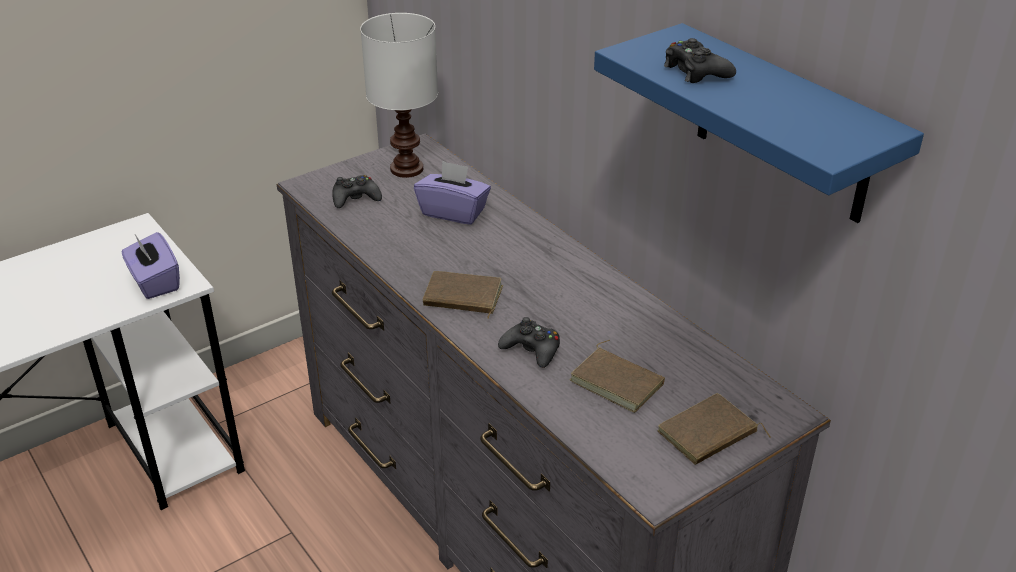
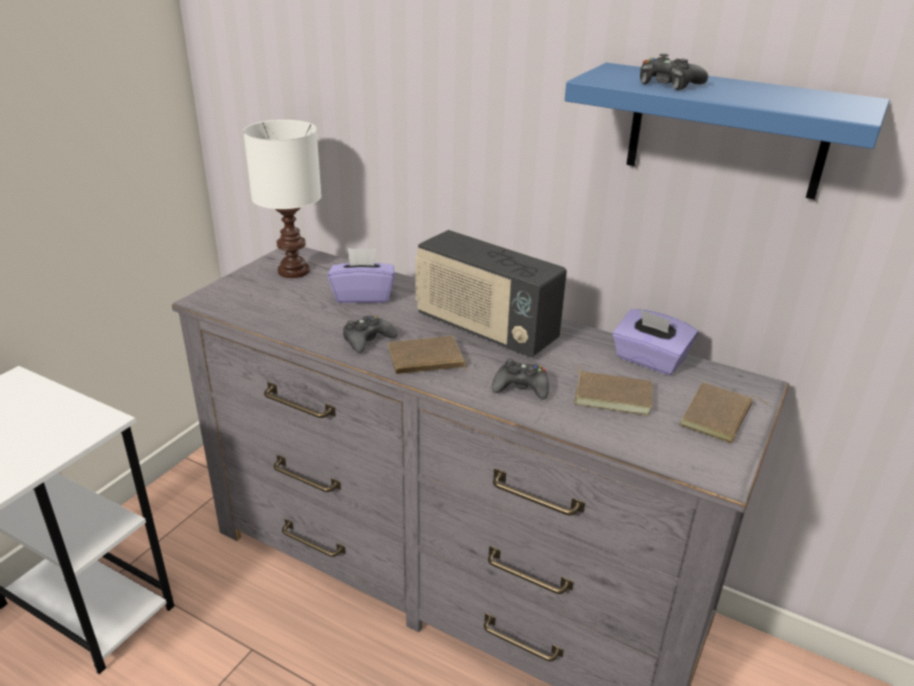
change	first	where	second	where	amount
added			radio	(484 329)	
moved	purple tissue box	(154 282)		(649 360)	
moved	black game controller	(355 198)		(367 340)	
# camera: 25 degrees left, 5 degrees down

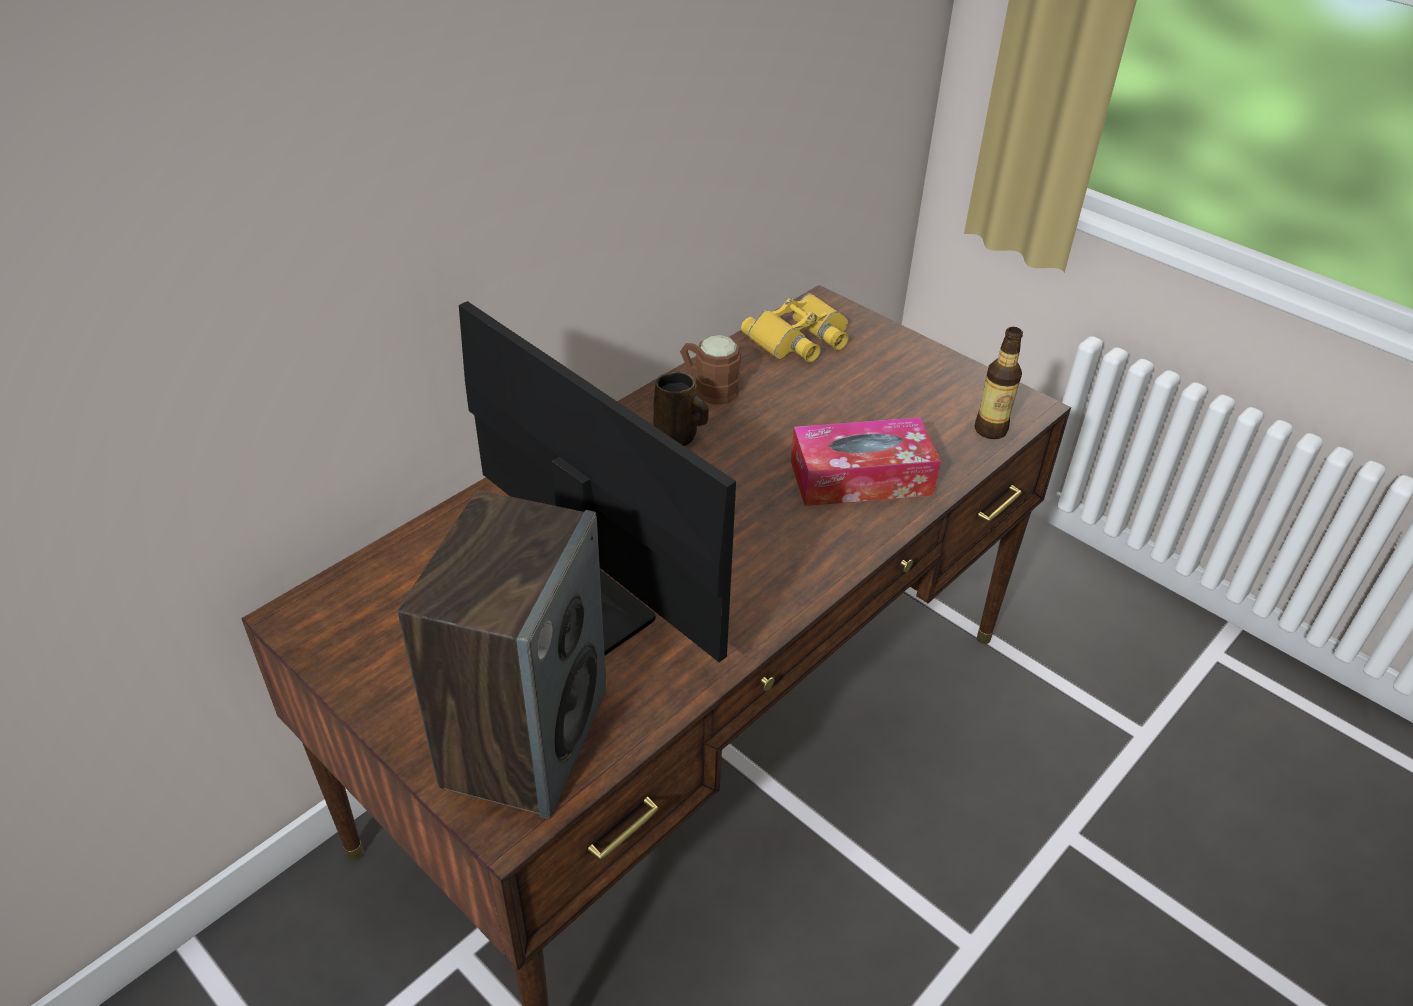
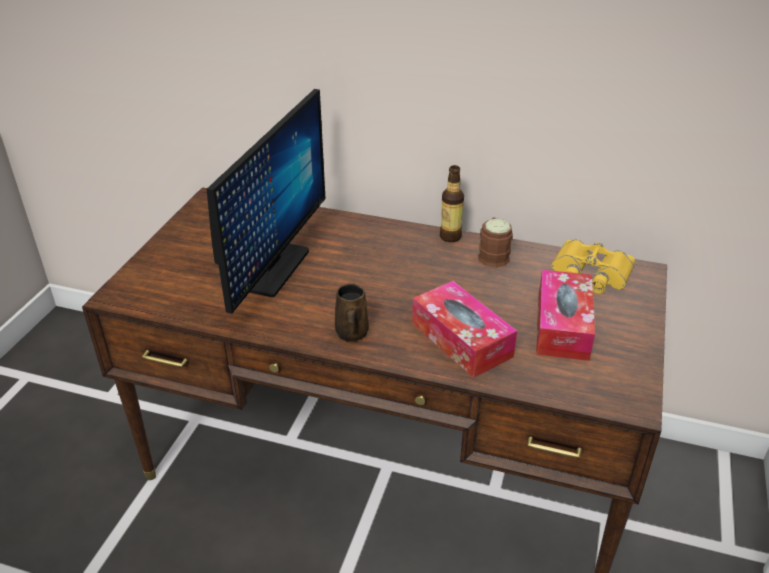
change	first	where	second	where	amount
removed	speaker	(525 737)			
added			tissue box	(562 326)	
moved	brown mug	(678 437)		(351 334)	
moved	bottle	(990 430)		(450 237)	
# camera: 65 degrees right, 5 degrees down

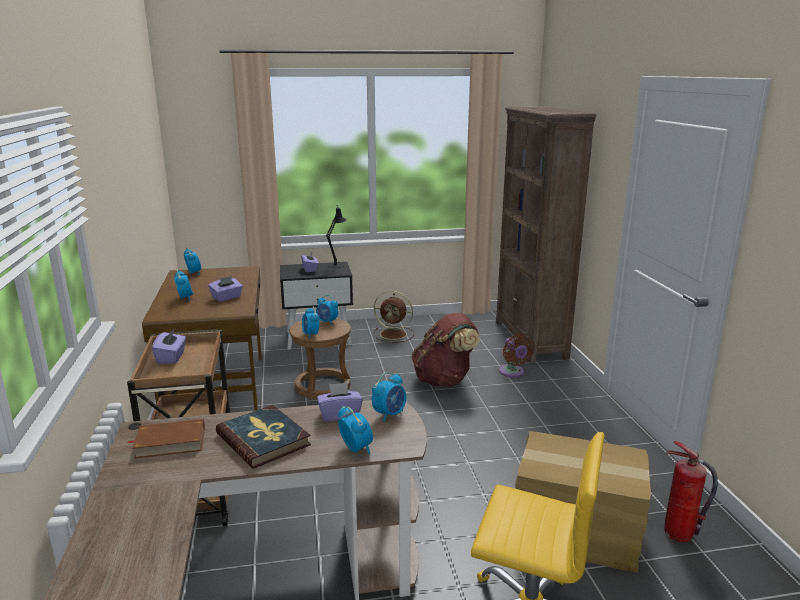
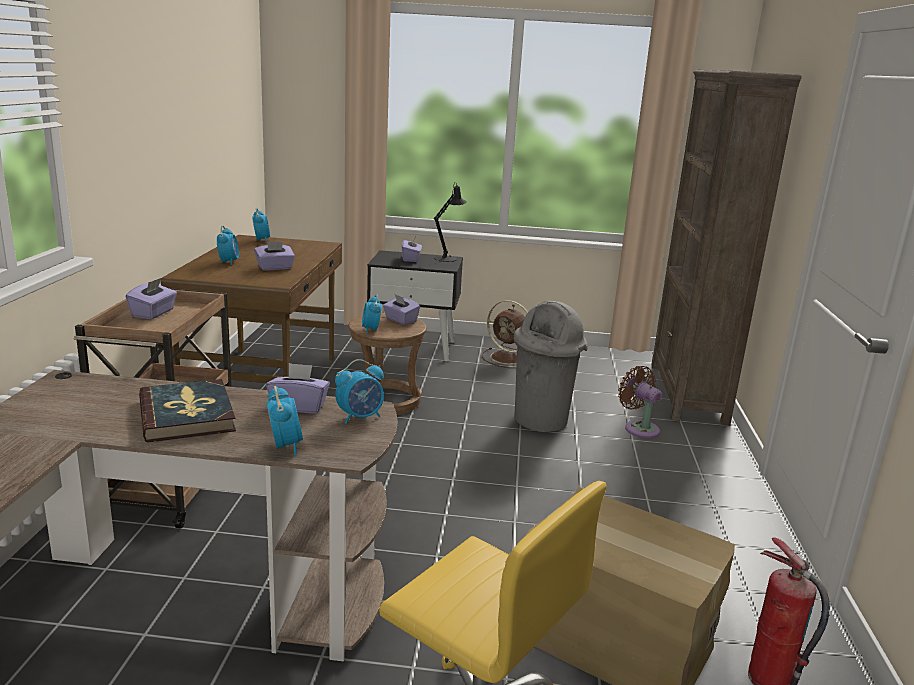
change	first	where	second	where	amount
removed	brown book	(170 442)			
replaced	alarm clock	(327 322)	purple tissue box	(400 320)	
replaced	brown backpack	(444 380)	grey trash can	(541 421)	
turned	brown fan	(512 373)		(639 428)	150 degrees clockwise
# camera: 15 degrees right, 0 degrees up

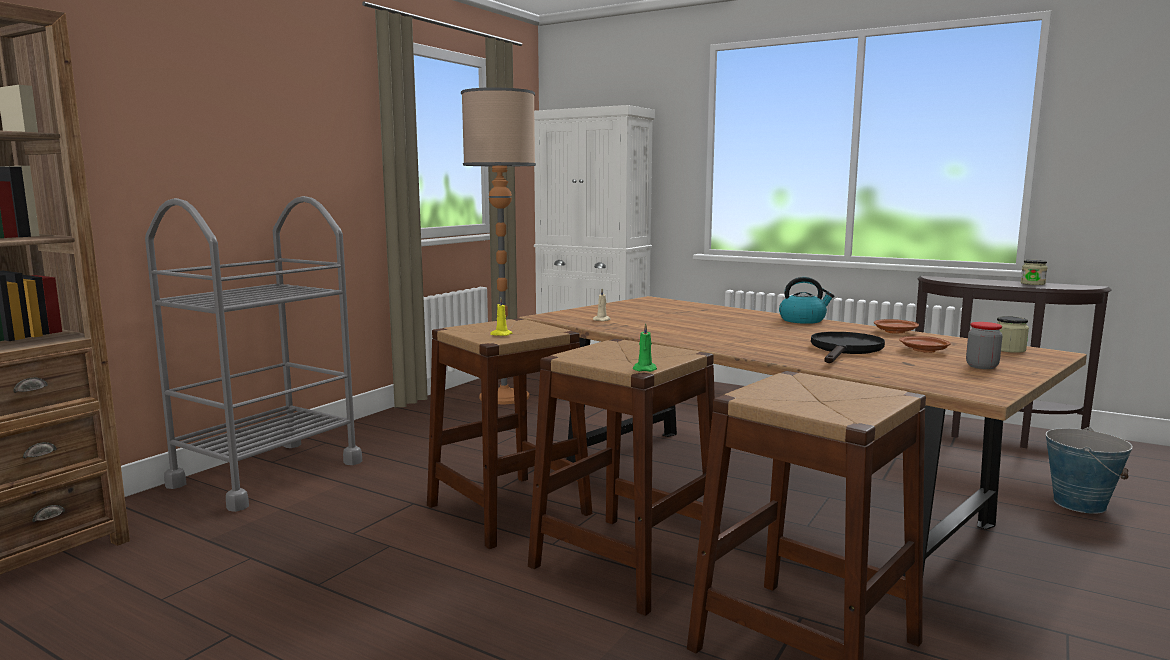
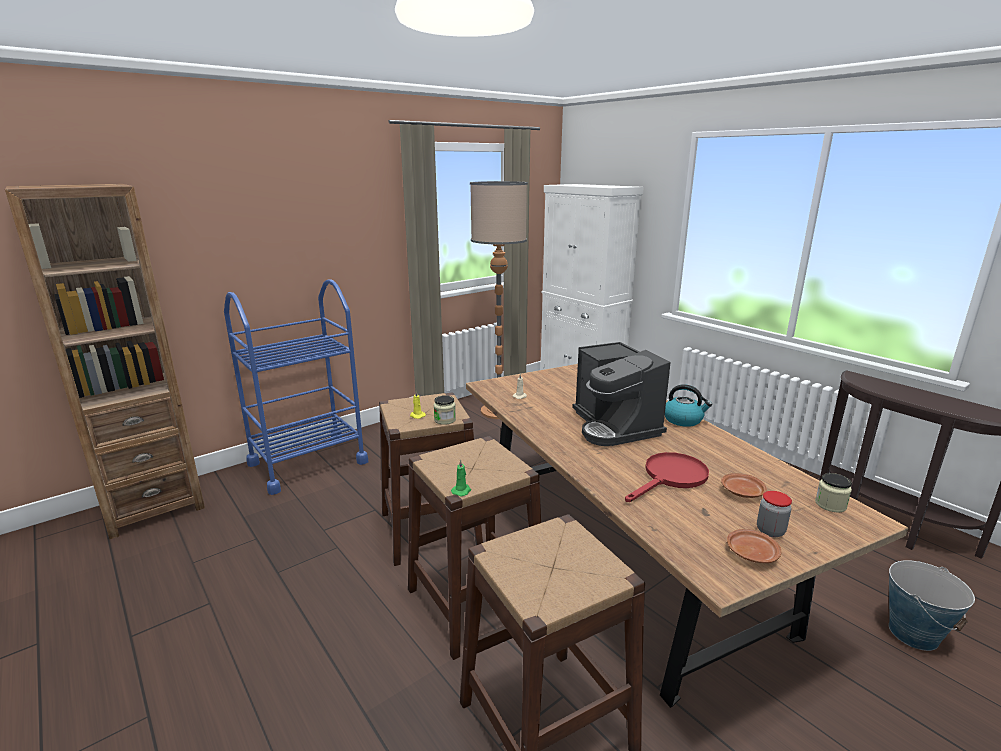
change	first	where	second	where	amount
added			coffee machine	(615 426)	
moved	brown plate	(895 332)		(751 553)	
moved	jar	(1032 283)		(445 420)	
recoloured	grey cart	(267 473)	blue cart	(308 463)	
recoloured	black frying pan	(845 350)	red frying pan	(671 478)	
# camera: 20 degrees right, 10 degrees up

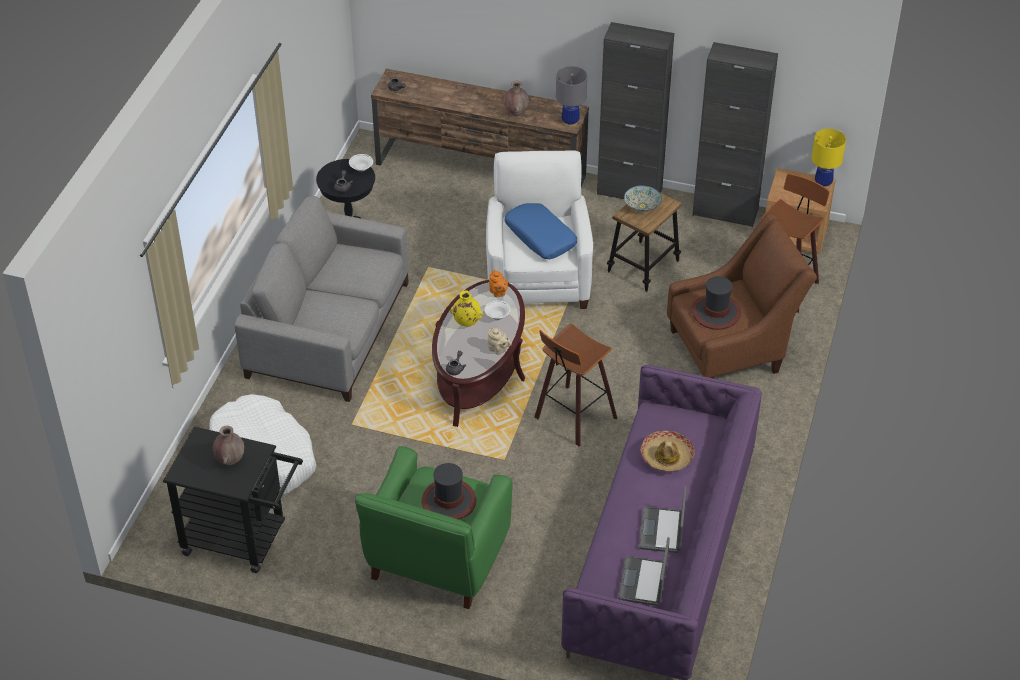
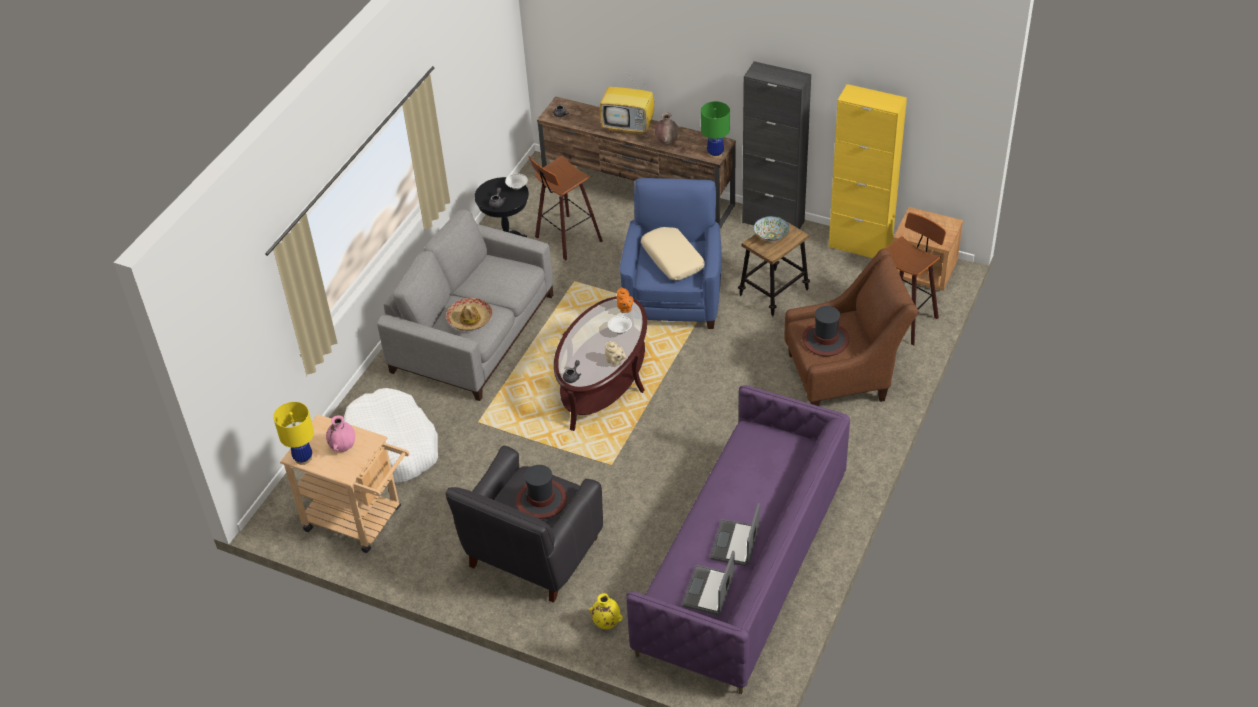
change	first	where	second	where	amount
added			television	(629 127)	
moved	yellow vase	(466 323)		(606 623)	
moved	stool	(573 418)		(566 239)	
moved	hat	(666 456)		(469 319)	
moved	yellow table lamp	(823 184)		(303 458)	
recoloured	black cart	(243 539)	beige cart	(360 521)	
recoloured	brown vase	(230 460)	pink vase	(343 447)	
recoloured	green armchair	(436 560)	black armchair	(531 554)	
recoloured	white armchair	(538 278)	blue armchair	(673 297)	
recoloured	blue pillow	(541 236)	beige pillow	(673 259)	
recoloured	grey table lamp	(570 122)	green table lamp	(715 154)	
recoloured	black cabinet	(725 212)	yellow cabinet	(860 246)	
# camera: 10 degrees right, 0 degrees up

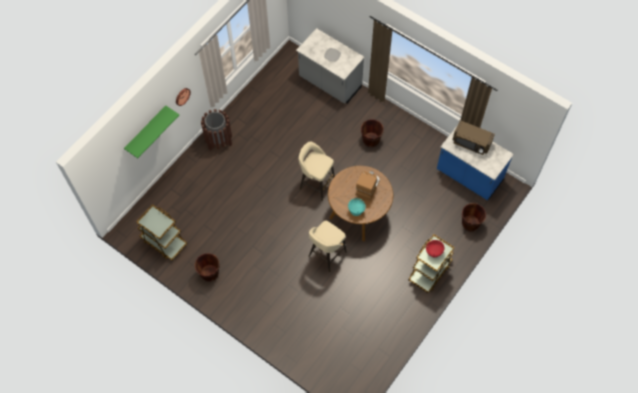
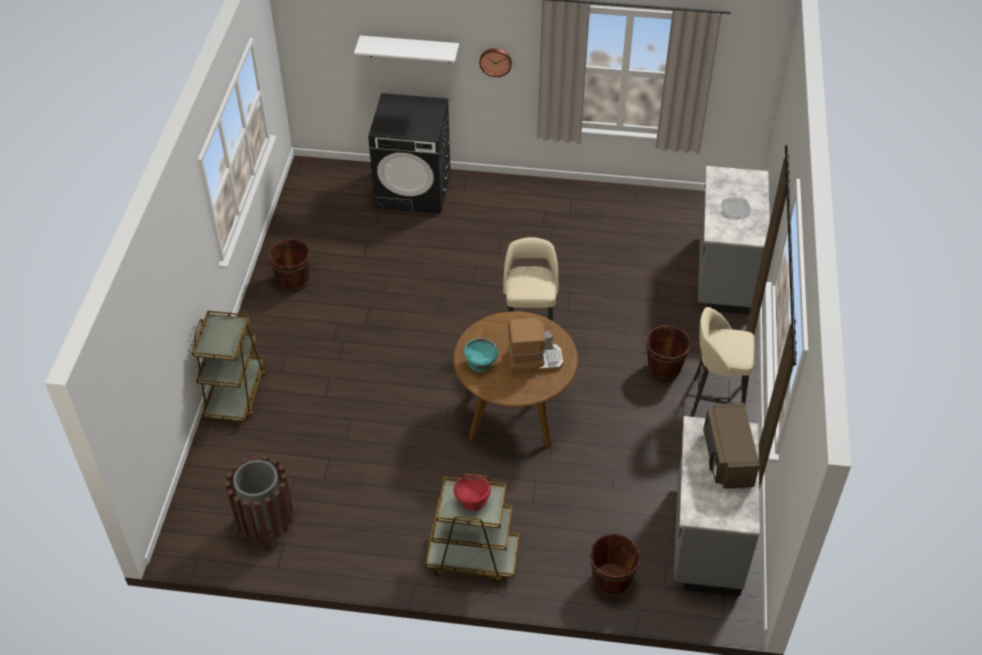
change	first	where	second	where	amount
added			black washing machine	(413 189)	
moved	brown cart	(164 242)		(235 393)	
moved	brown trash can	(219 141)		(266 526)	
moved	beige stool	(326 255)		(715 400)	
recoloured	green shelf	(146 130)	white shelf	(409 49)	
recoloured	blue counter	(468 176)	grey counter	(705 537)	
# camera: 60 degrees right, 15 degrees down

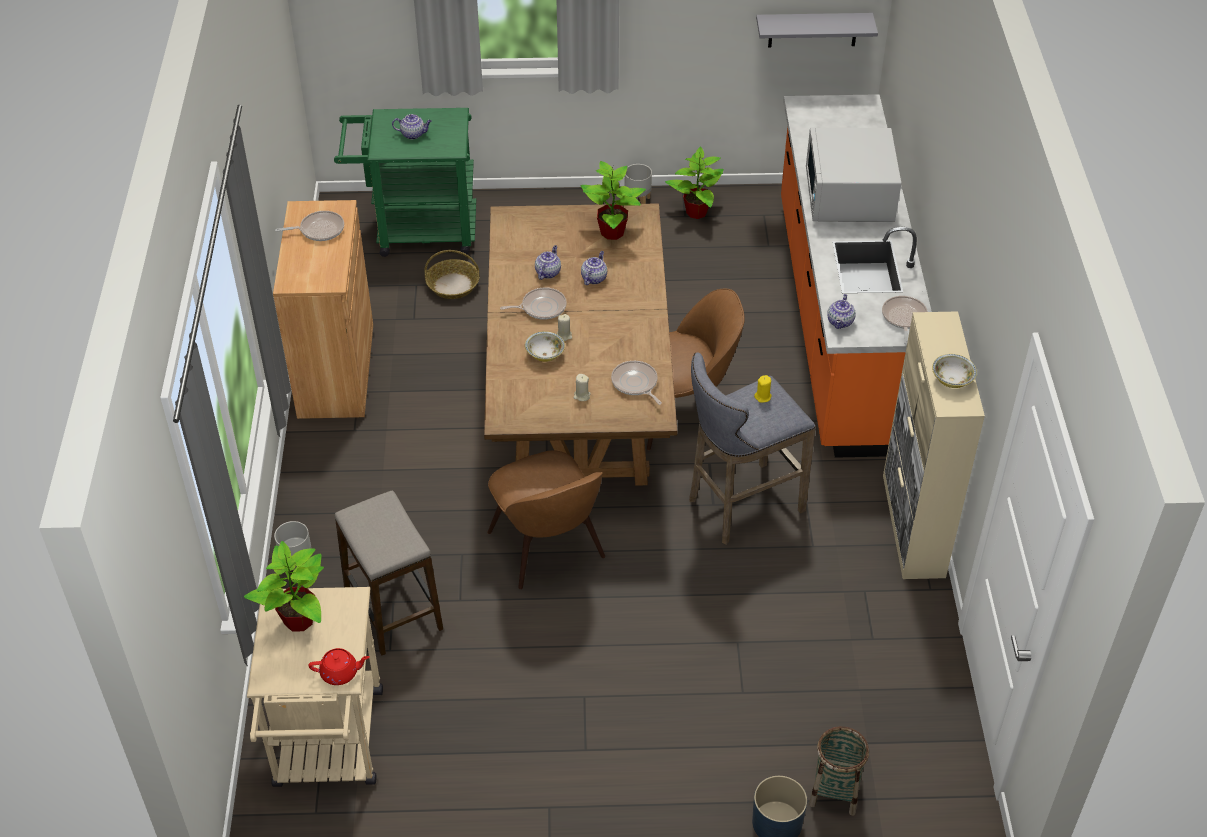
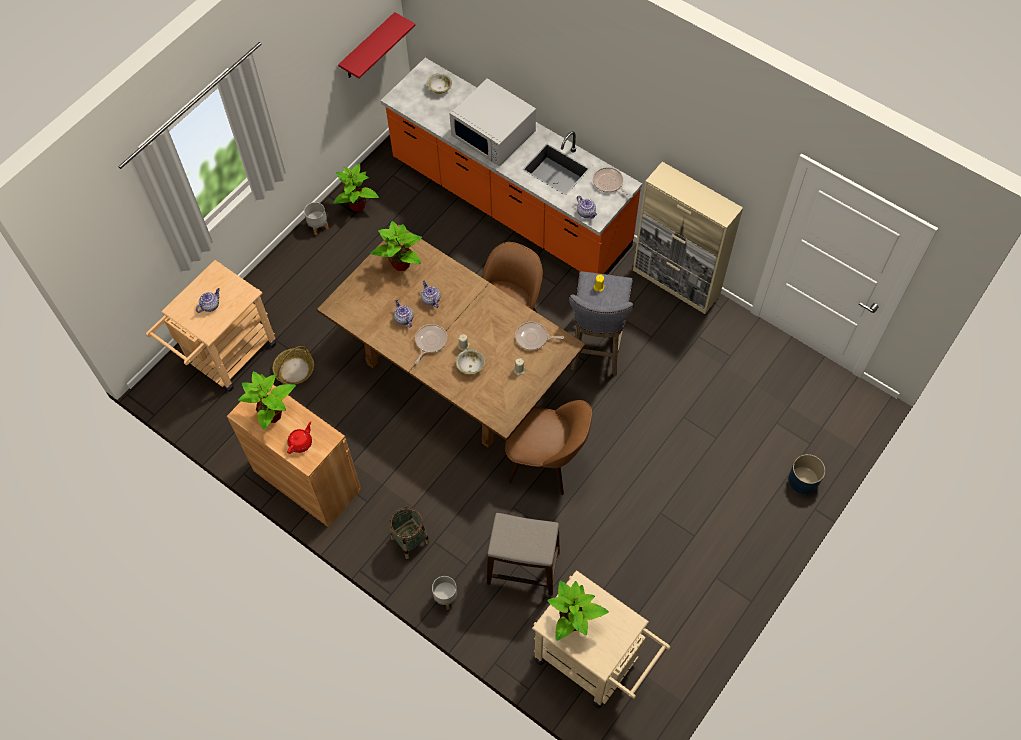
change	first	where	second	where	amount
moved	red teapot	(340 673)		(301 443)	
moved	basket	(835 791)		(410 540)	
moved	bowl	(952 380)		(439 88)	
replaced	frying pan	(319 230)	potted plant	(273 415)	
recoloured	green cart	(416 231)	beige cart	(226 358)	
recoloured	grey shelf	(813 29)	red shelf	(368 47)	
# camera: 50 degrees left, 15 degrees up

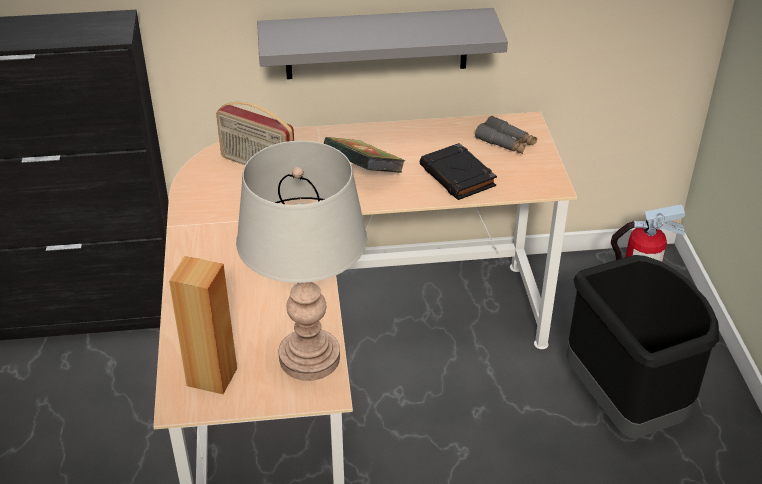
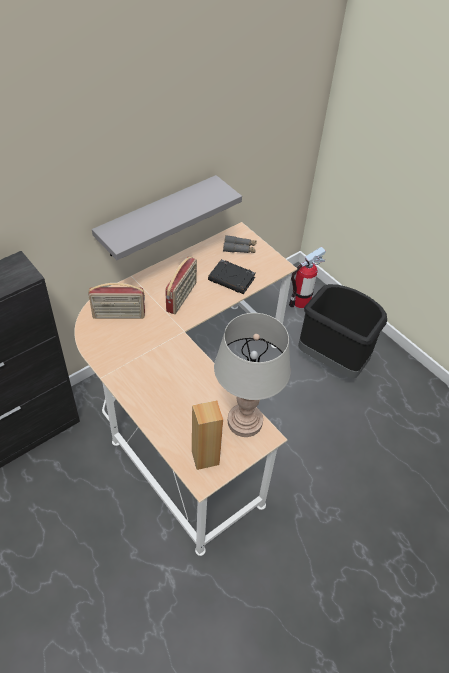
change	first	where	second	where	amount
replaced	book	(363 174)	radio	(182 297)	
# camera: 35 degrees left, 10 degrees up

